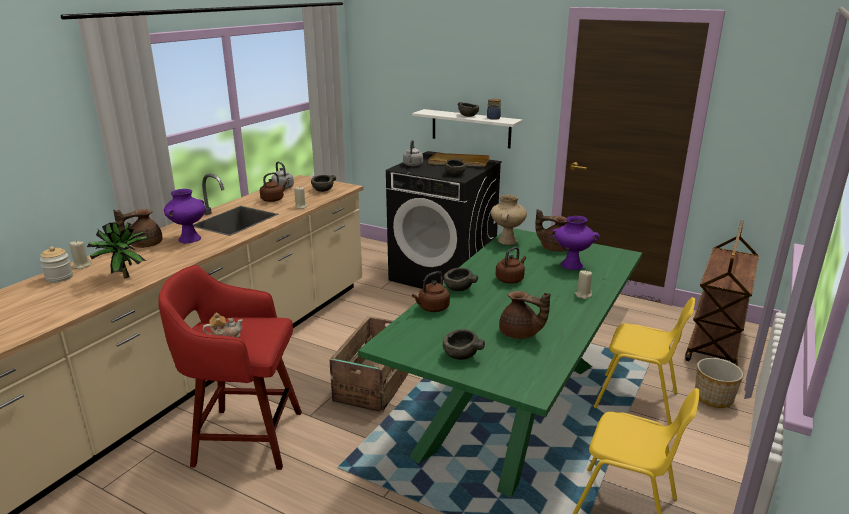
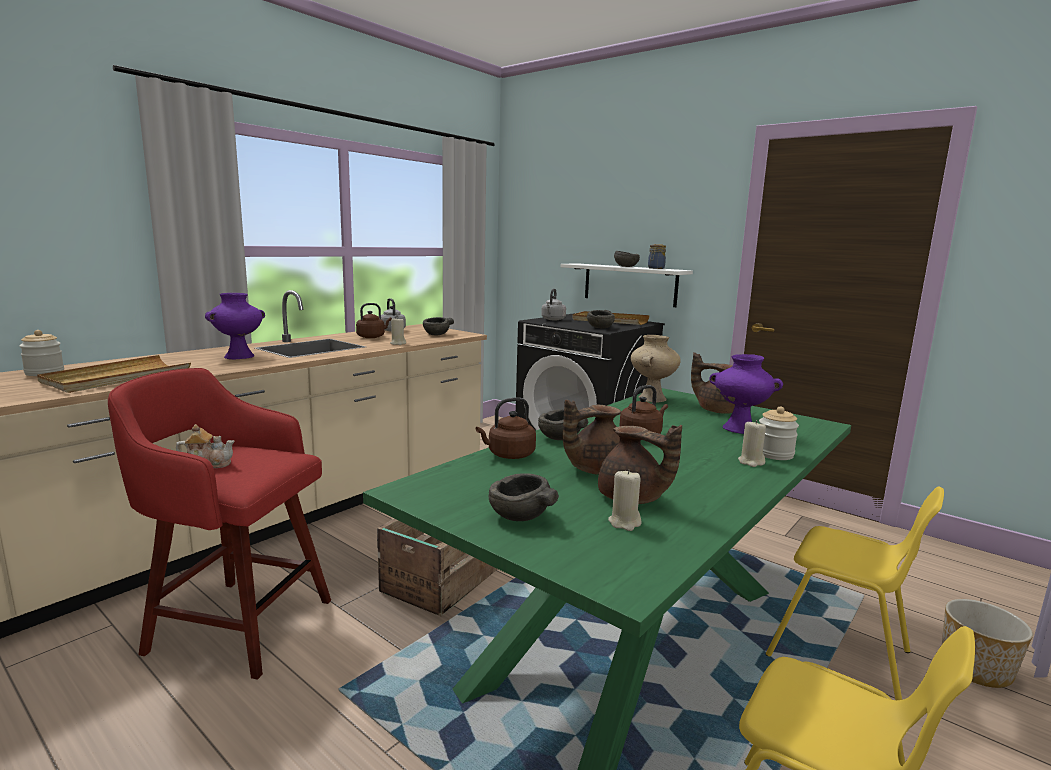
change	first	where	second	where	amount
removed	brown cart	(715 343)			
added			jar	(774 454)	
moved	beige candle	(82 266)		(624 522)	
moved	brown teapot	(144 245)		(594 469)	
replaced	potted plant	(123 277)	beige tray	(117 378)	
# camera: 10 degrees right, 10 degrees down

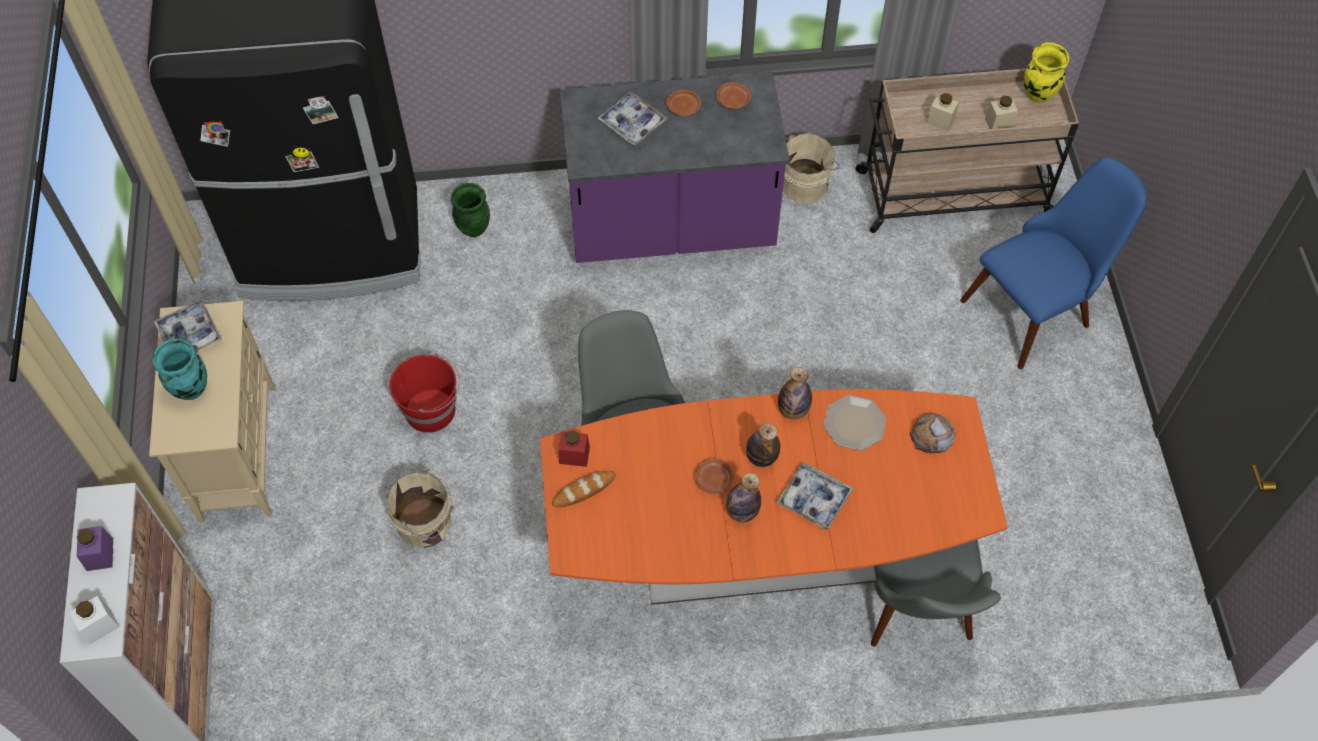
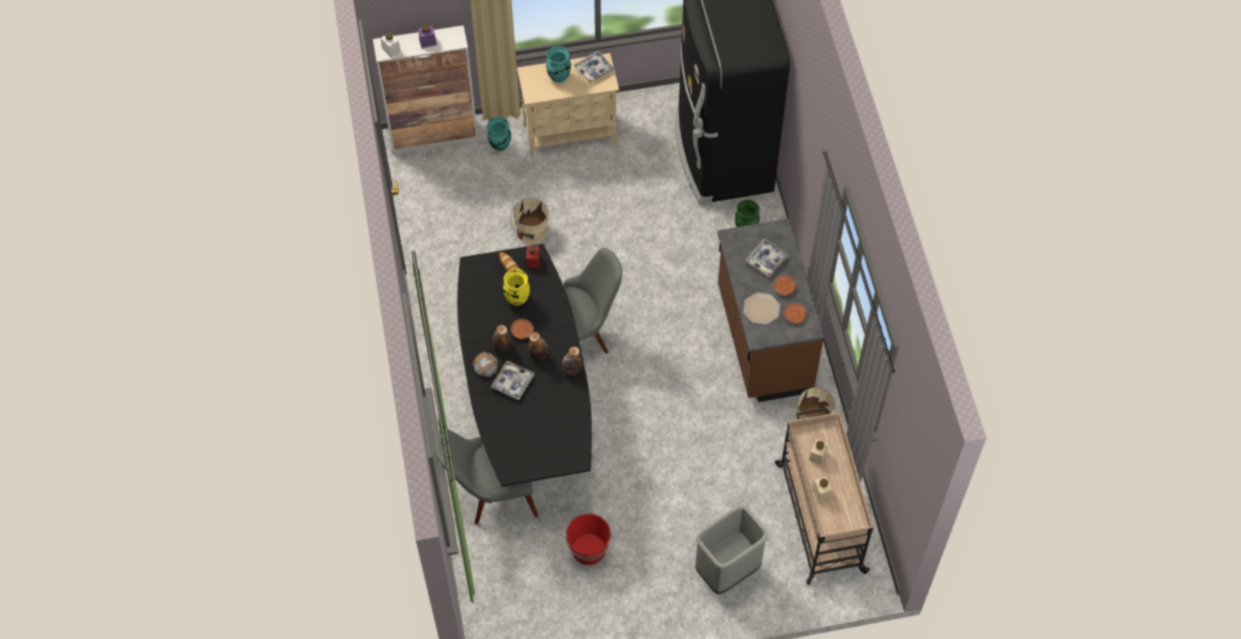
change	first	where	second	where	amount
added			turquoise vase	(500 146)	
moved	red bucket	(431 410)		(589 550)	
moved	plate	(854 423)		(761 309)	
moved	bread	(932 436)		(485 366)	
moved	yellow vase	(1038 94)		(517 298)	
replaced	blue chair	(1037 306)	grey trash can	(727 571)	
recoloured	orange dining table	(759 549)	black dining table	(527 405)	
recoloured	purple counter	(671 228)	brown counter	(762 341)	
# camera: 85 degrees right, 0 degrees up

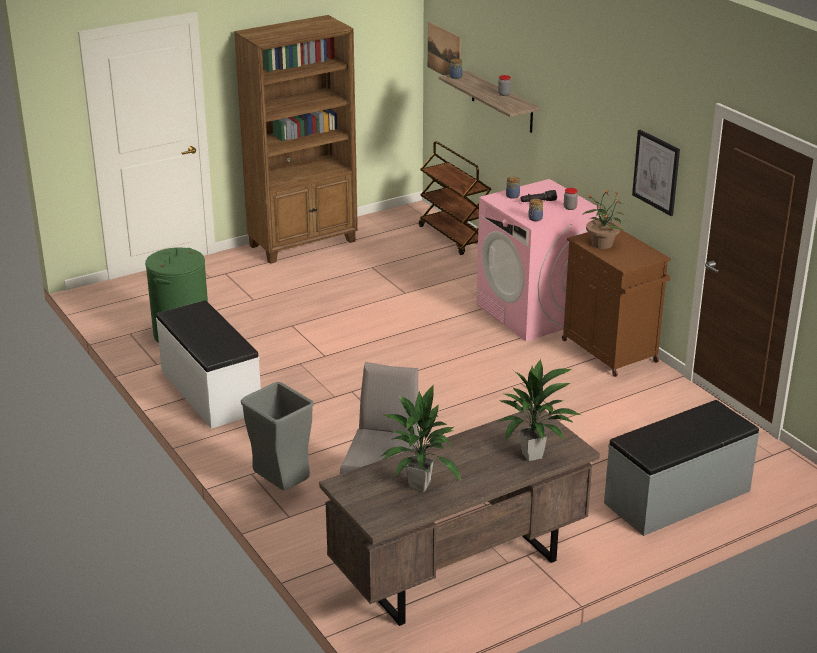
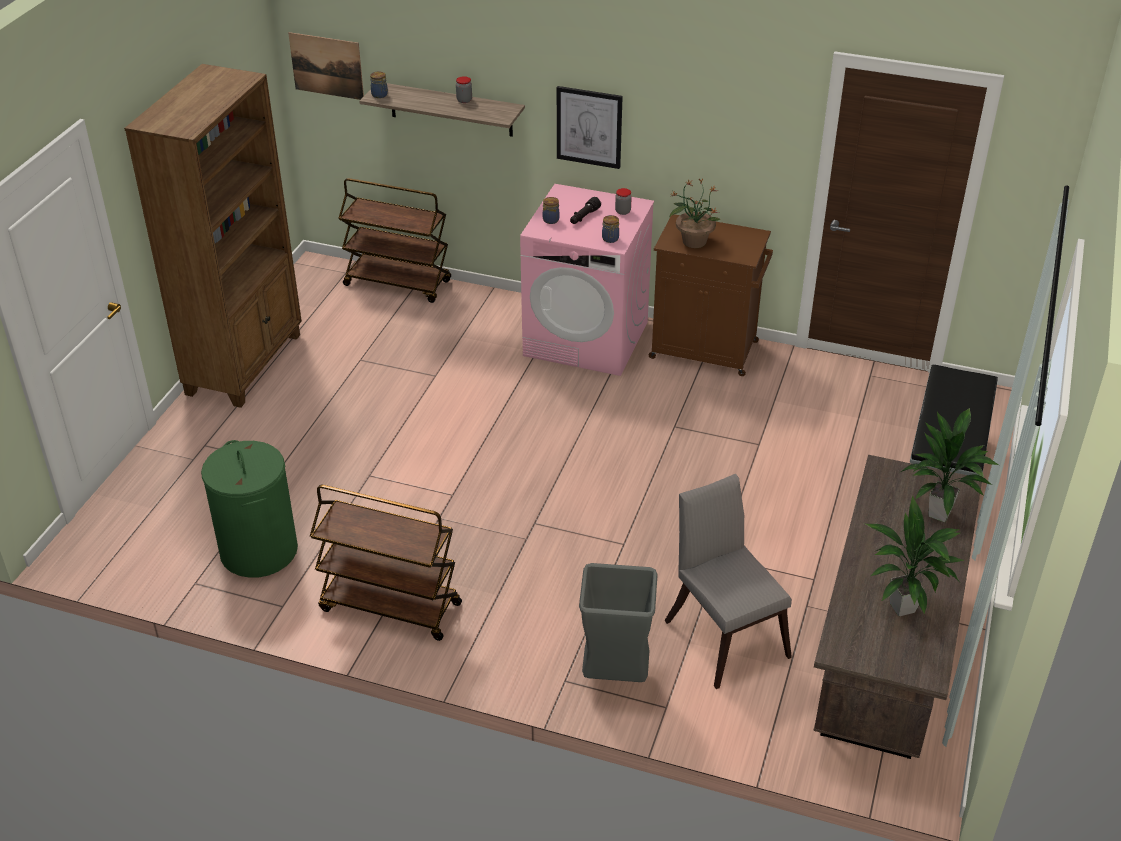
change	first	where	second	where	amount
moved	picture	(656 172)		(589 127)	
replaced	white bench	(209 391)	brown cart	(389 607)	
# camera: 40 degrees left, 10 degrees up

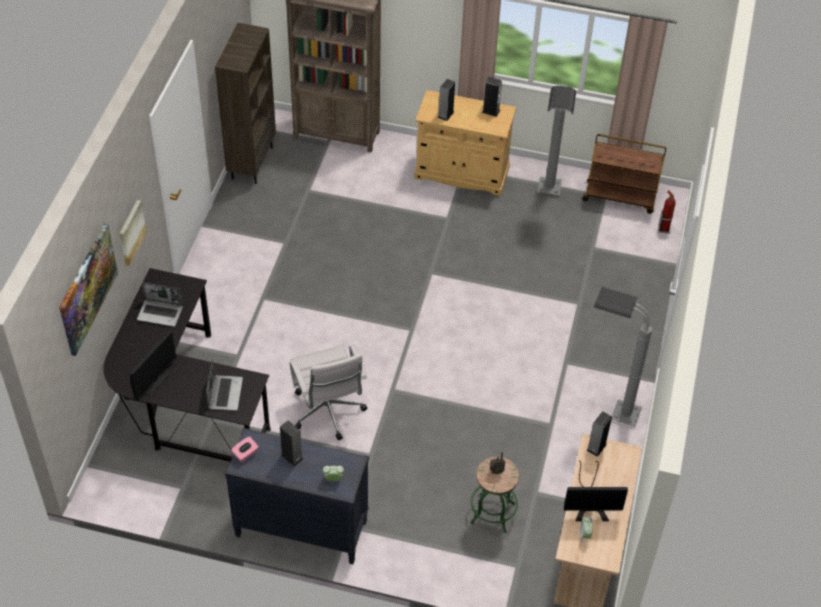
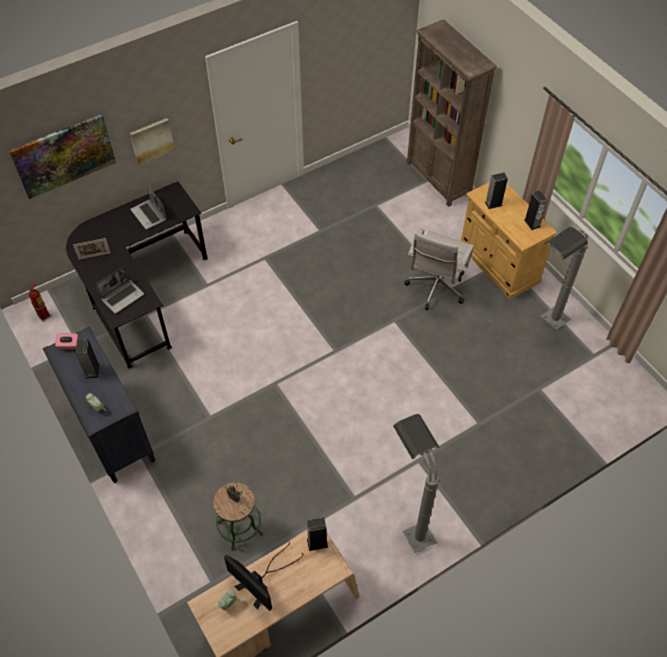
change	first	where	second	where	amount
removed	brown bookcase	(251 162)			
removed	brown cart	(620 197)			
moved	white office chair	(328 413)		(435 289)	
moved	fire extinguisher	(664 229)		(44 316)	
replaced	monitor	(154 380)	picture frame	(94 256)	
# camera: 45 degrees right, 5 degrees up

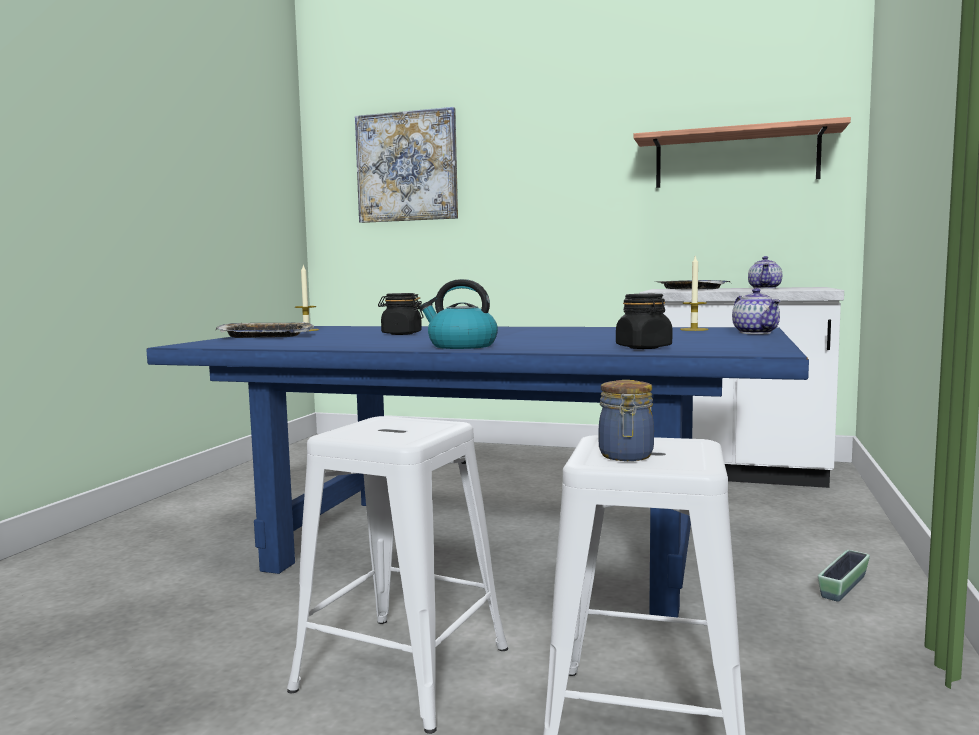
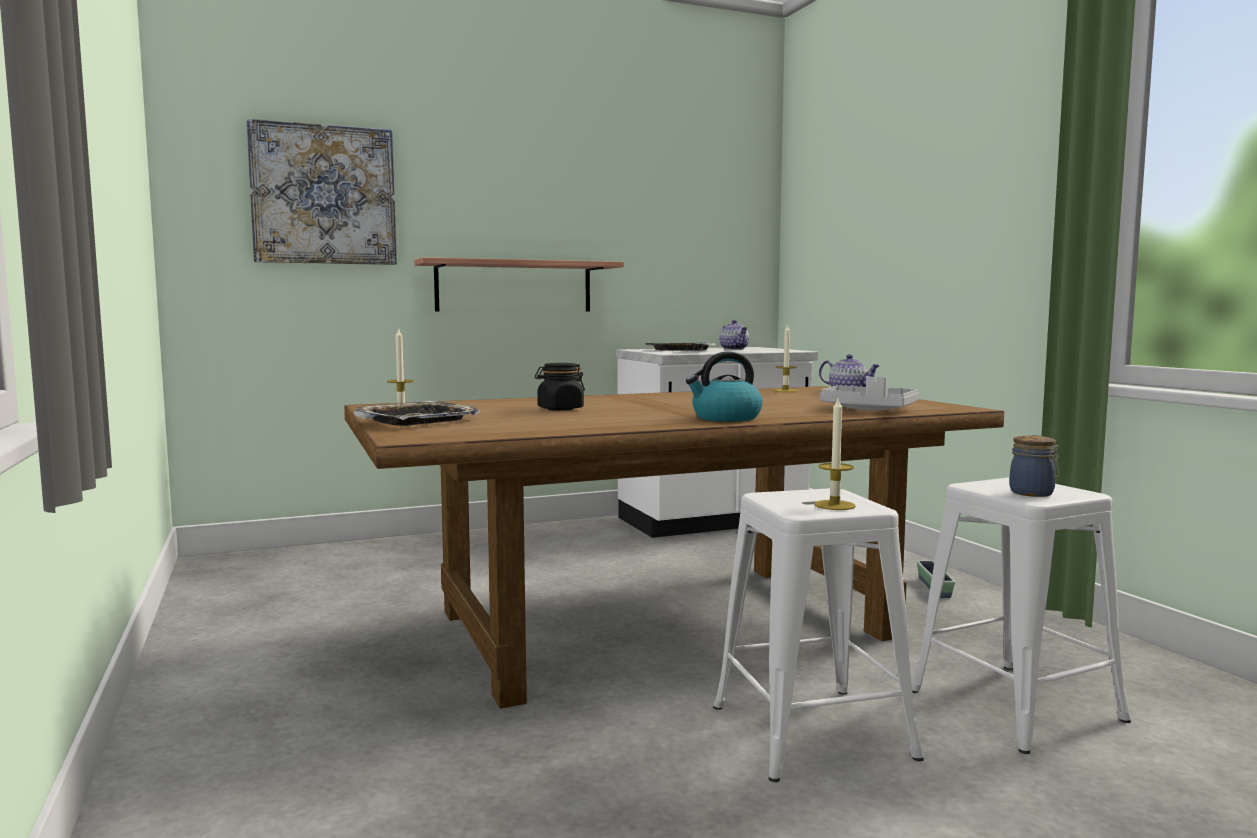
change	first	where	second	where	amount
added			candle	(834 505)	
moved	shelf	(736 159)		(514 286)	
replaced	black jar	(644 347)	grey tray	(868 410)	
recoloured	blue dining table	(491 547)	brown dining table	(664 624)	
# camera: 40 degrees left, 0 degrees up

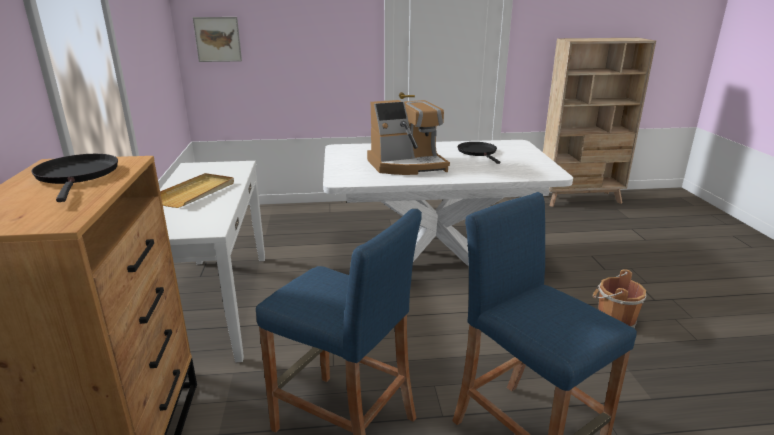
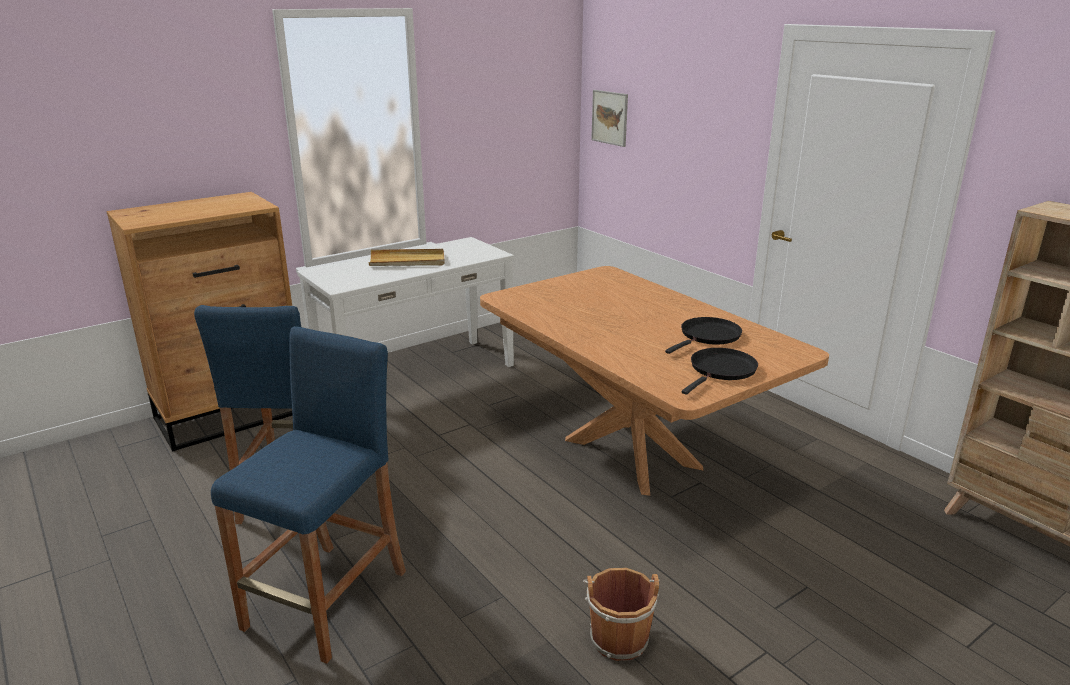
change	first	where	second	where	amount
removed	coffee machine	(407 165)			
moved	black frying pan	(78 175)		(721 370)	
recoloured	white dining table	(434 256)	brown dining table	(632 453)	
# camera: 60 degrees right, 0 degrees up

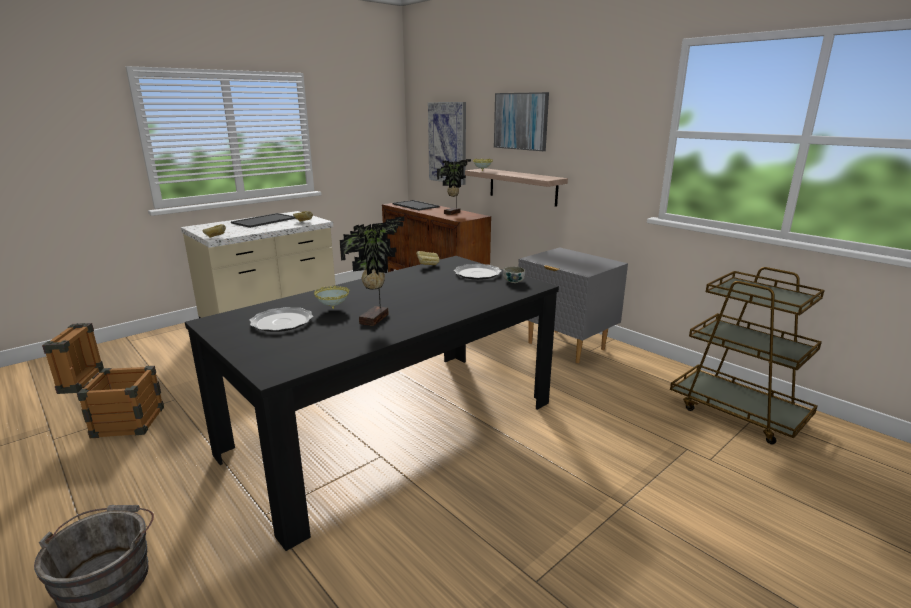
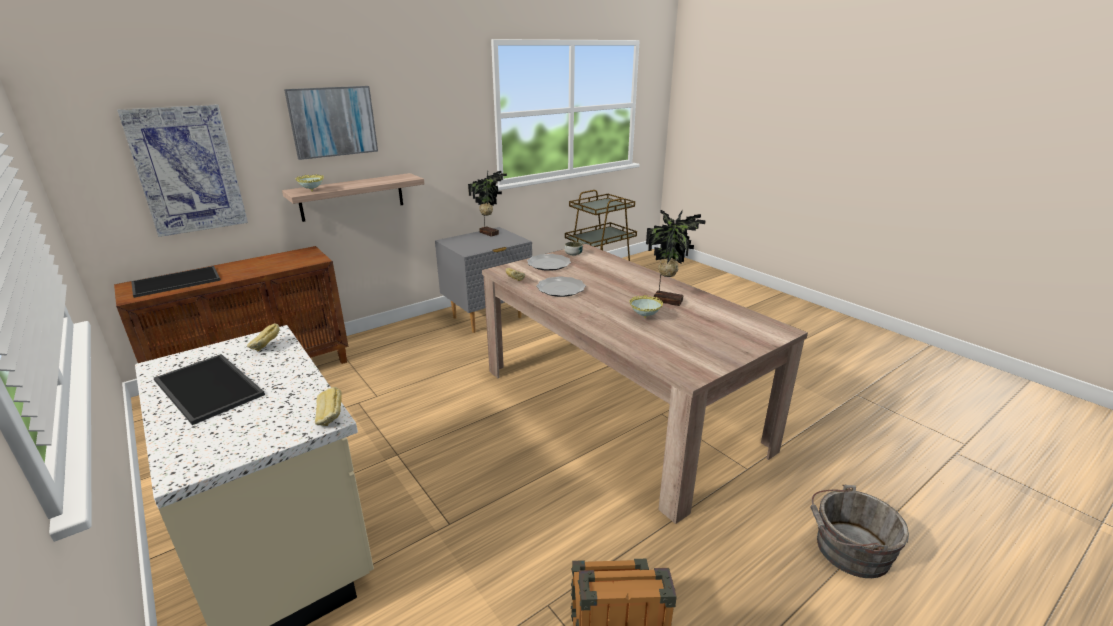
change	first	where	second	where	amount
moved	plate	(281 322)		(561 289)	
moved	potted plant	(453 213)		(489 233)	
recoloured	black dining table	(394 427)	beige dining table	(618 407)	
# camera: 85 degrees left, 5 degrees up

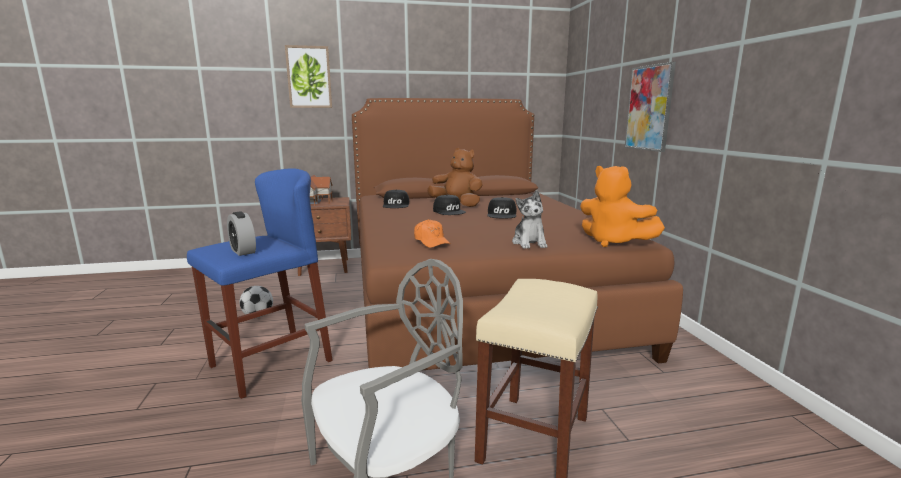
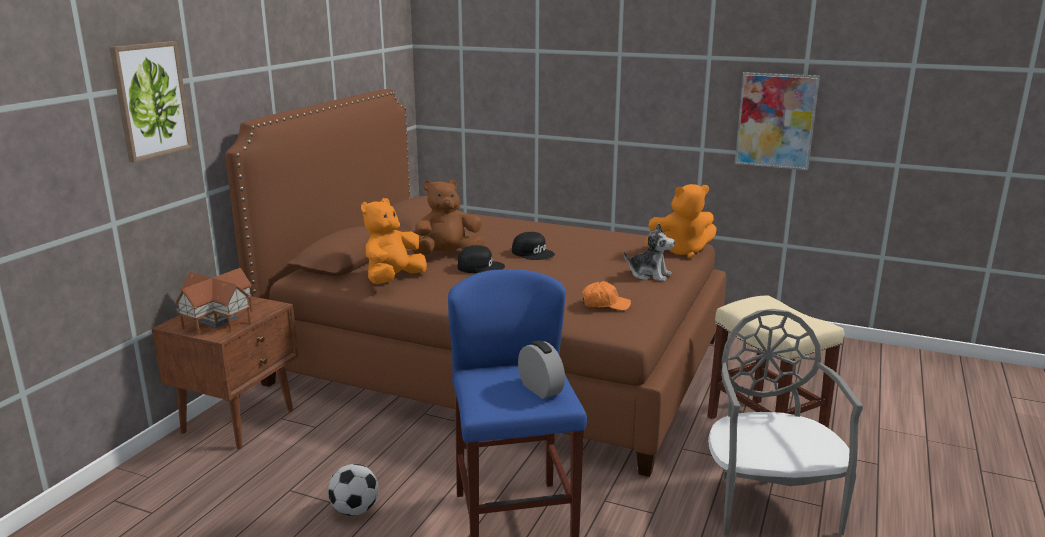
change	first	where	second	where	amount
moved	picture	(649 108)		(776 120)	
replaced	black cap	(396 205)	orange plush toy	(393 280)	
turned	alarm clock	(243 251)		(540 389)	120 degrees counterclockwise
# camera: 55 degrees left, 5 degrees up

